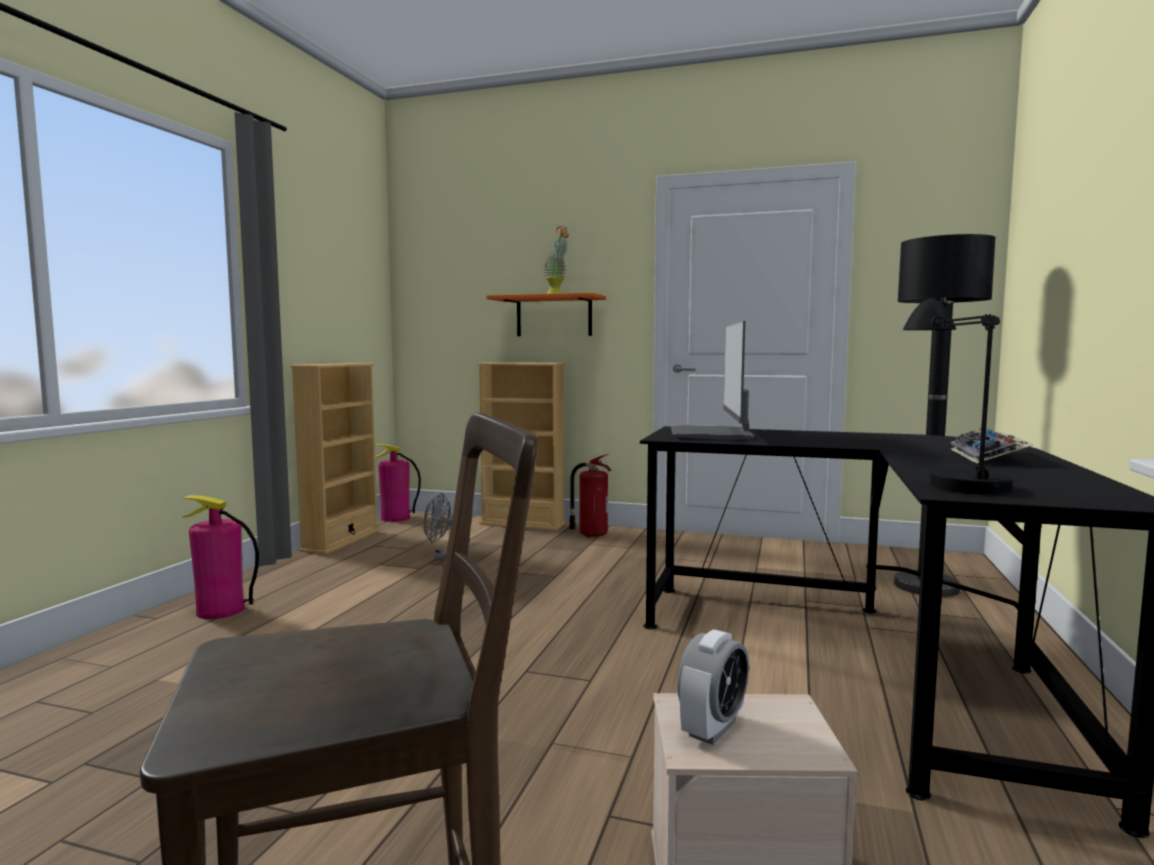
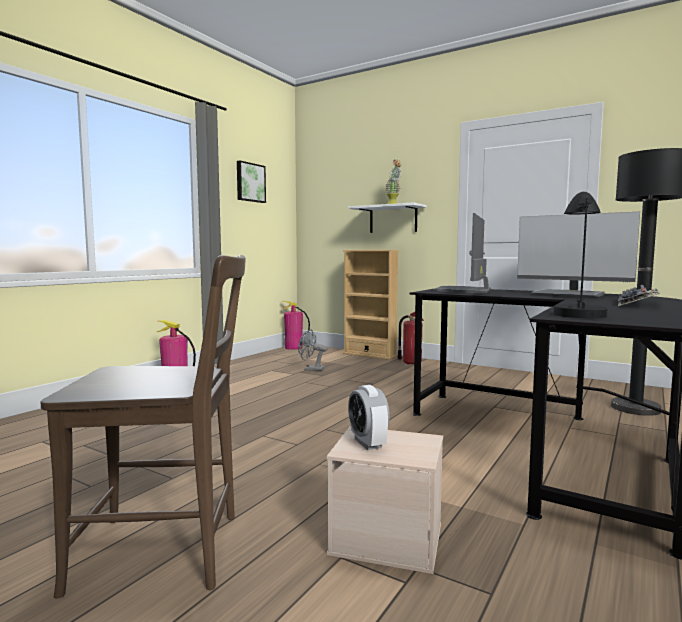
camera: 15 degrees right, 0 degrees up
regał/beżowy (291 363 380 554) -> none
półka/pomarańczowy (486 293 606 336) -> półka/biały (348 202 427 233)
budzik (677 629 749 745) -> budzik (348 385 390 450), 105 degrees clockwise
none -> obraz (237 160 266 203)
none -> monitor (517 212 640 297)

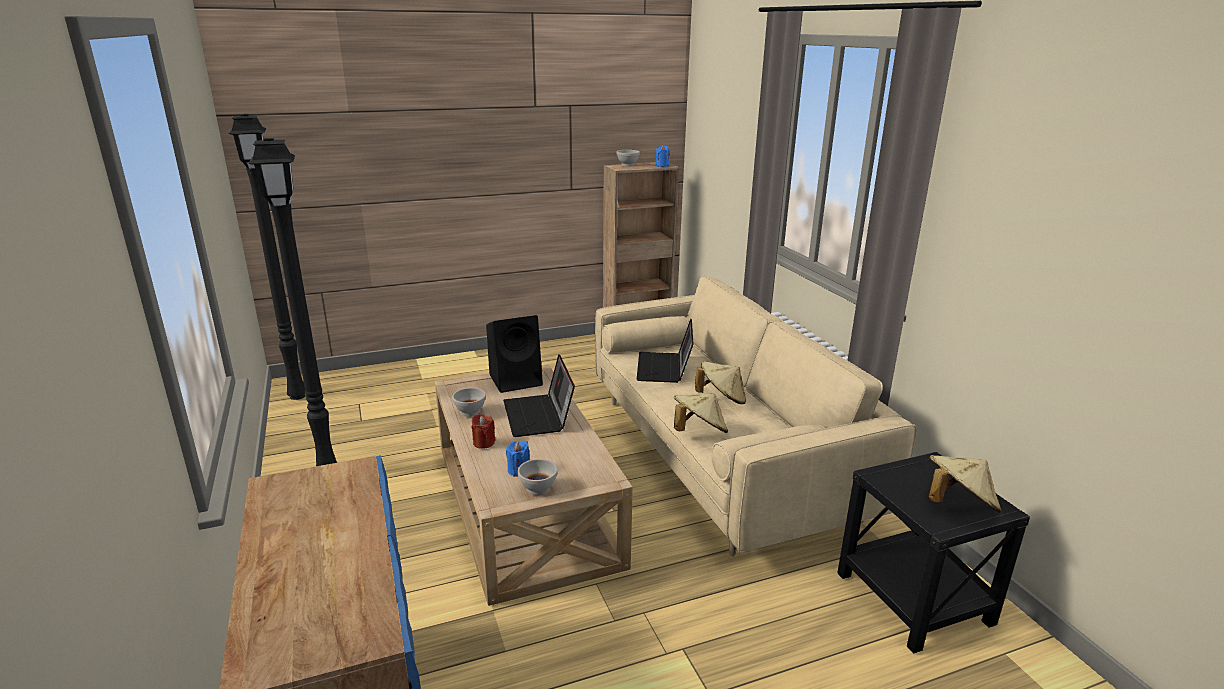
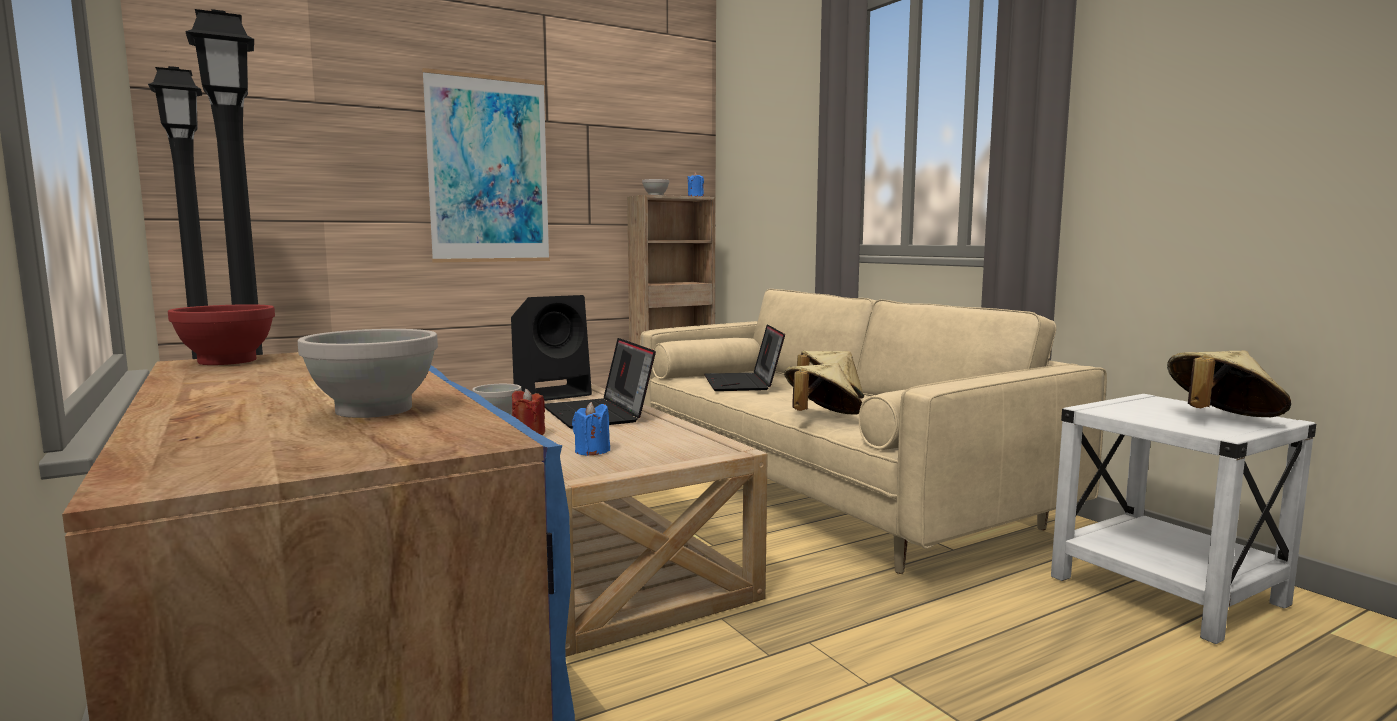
camera: 10 degrees left, 15 degrees down
miska/biały (518 459 558 495) -> miska/biały (298 329 438 418), move
stolik/czarny (837 452 1030 653) -> stolik/biały (1051 394 1316 644)
none -> miska/czerwony (168 304 275 365)
none -> obraz (422 68 550 263)

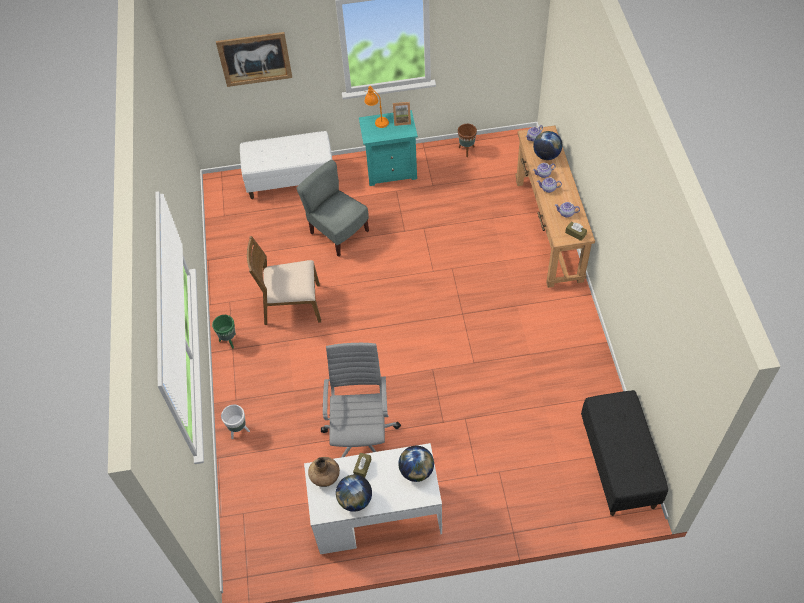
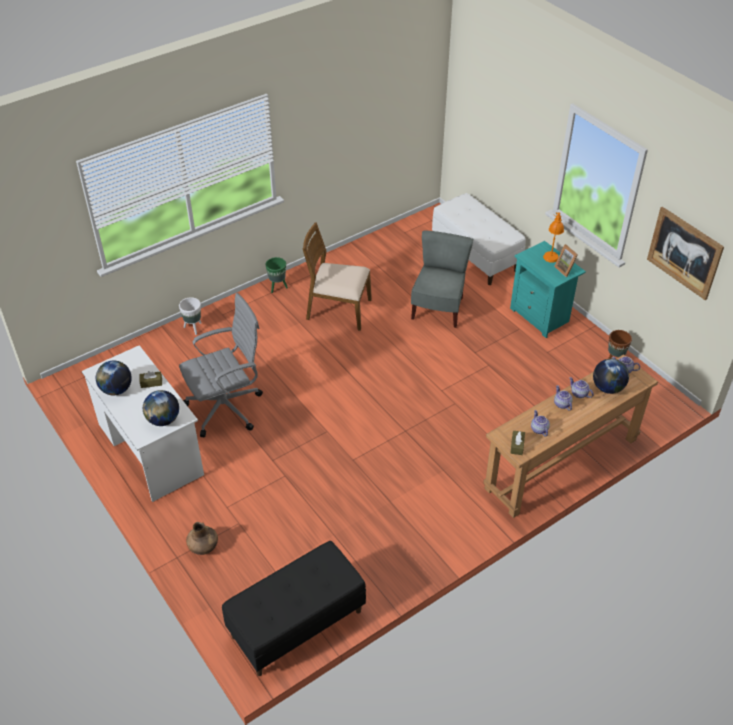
camera: 60 degrees right, 10 degrees down
obraz (216 32 292 87) -> obraz (647 207 724 300), move
krzesło/brązowy (247 236 321 325) -> krzesło/brązowy (303 222 372 331), 45 degrees counterclockwise
wazon/brązowy (308 457 340 487) -> wazon/brązowy (186 522 218 555), move

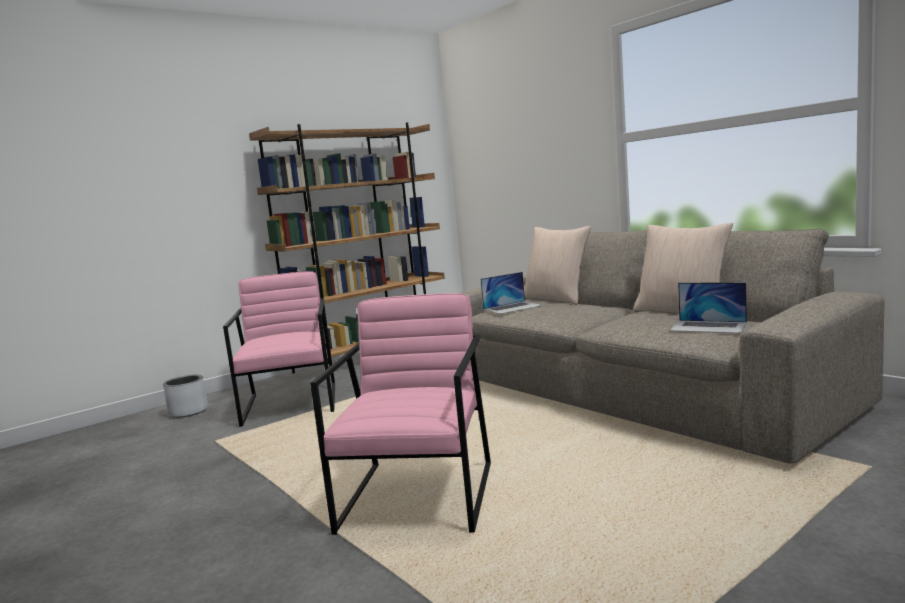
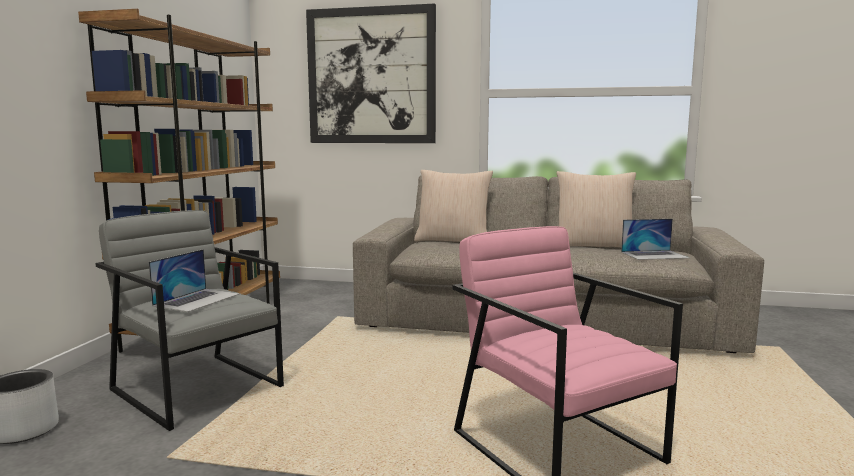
camera: 40 degrees left, 0 degrees up
fotel/różowy (223 271 335 427) -> fotel/szary (95 210 284 431)
laptop (481 272 543 314) -> laptop (149 249 240 312), move
none -> obraz (306 4 436 143)

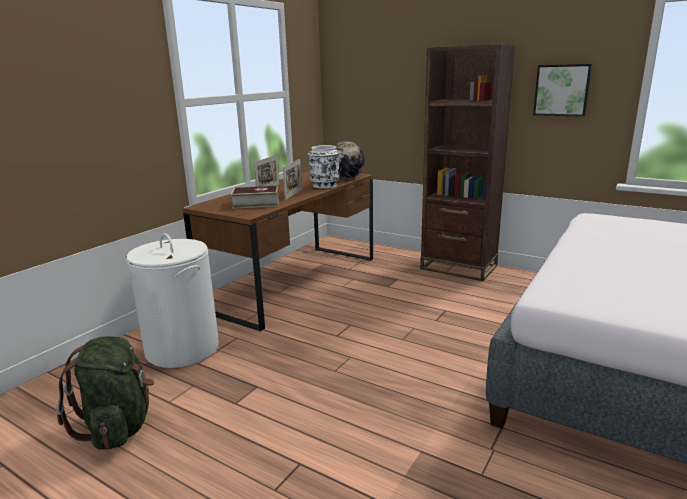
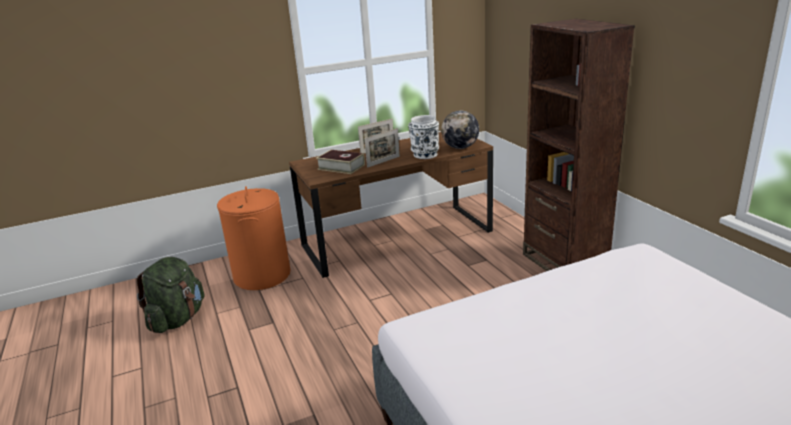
camera: 35 degrees right, 5 degrees up
kosz na pranie/biały (126 233 219 368) -> kosz na pranie/pomarańczowy (217 186 290 290)
obraz (533 64 592 117) -> none

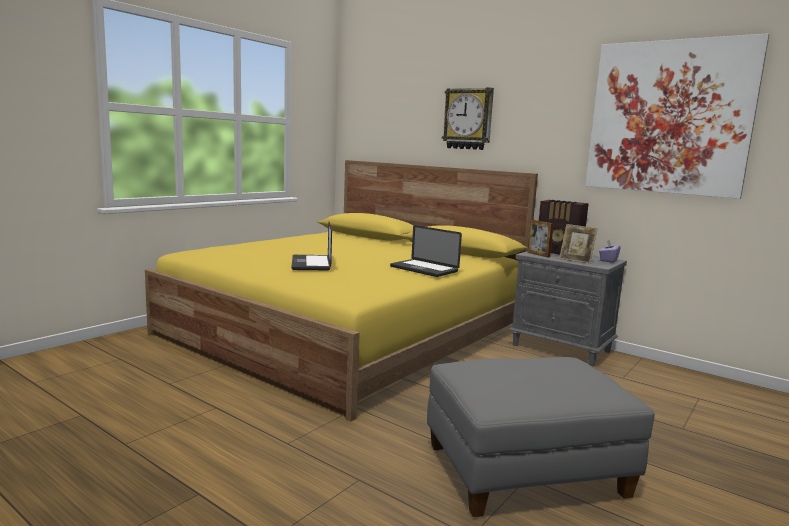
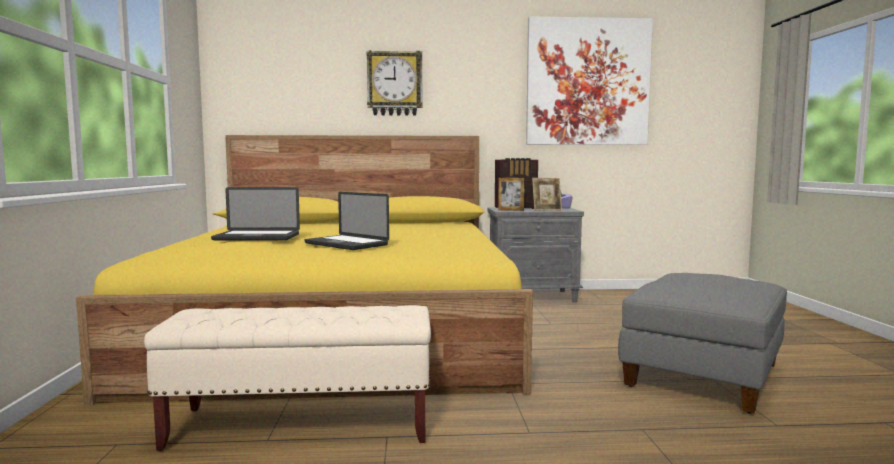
camera: 40 degrees left, 5 degrees down
laptop (390 225 462 277) -> laptop (211 187 300 240), move
none -> ławka/beżowy (144 305 431 451)

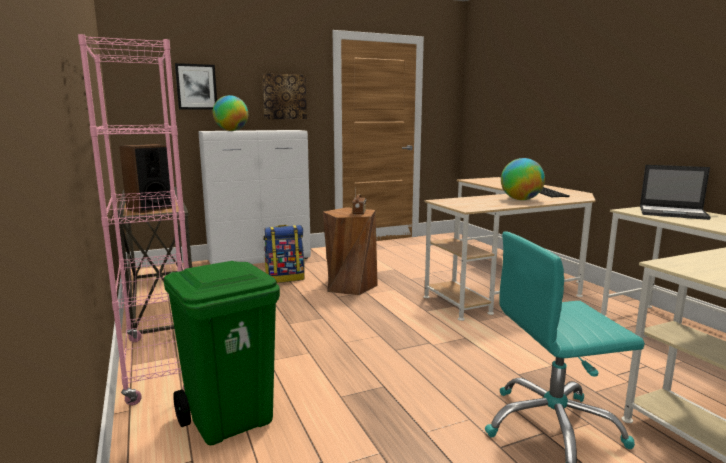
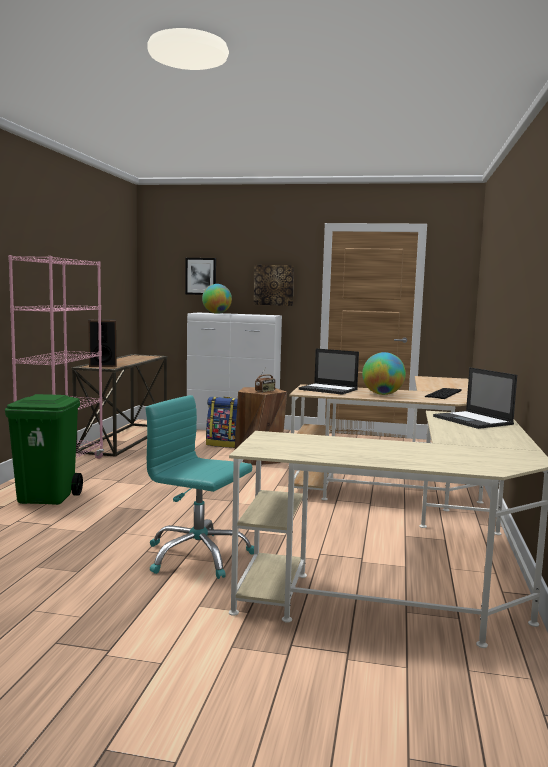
camera: 35 degrees right, 5 degrees down
none -> laptop (299 348 359 395)

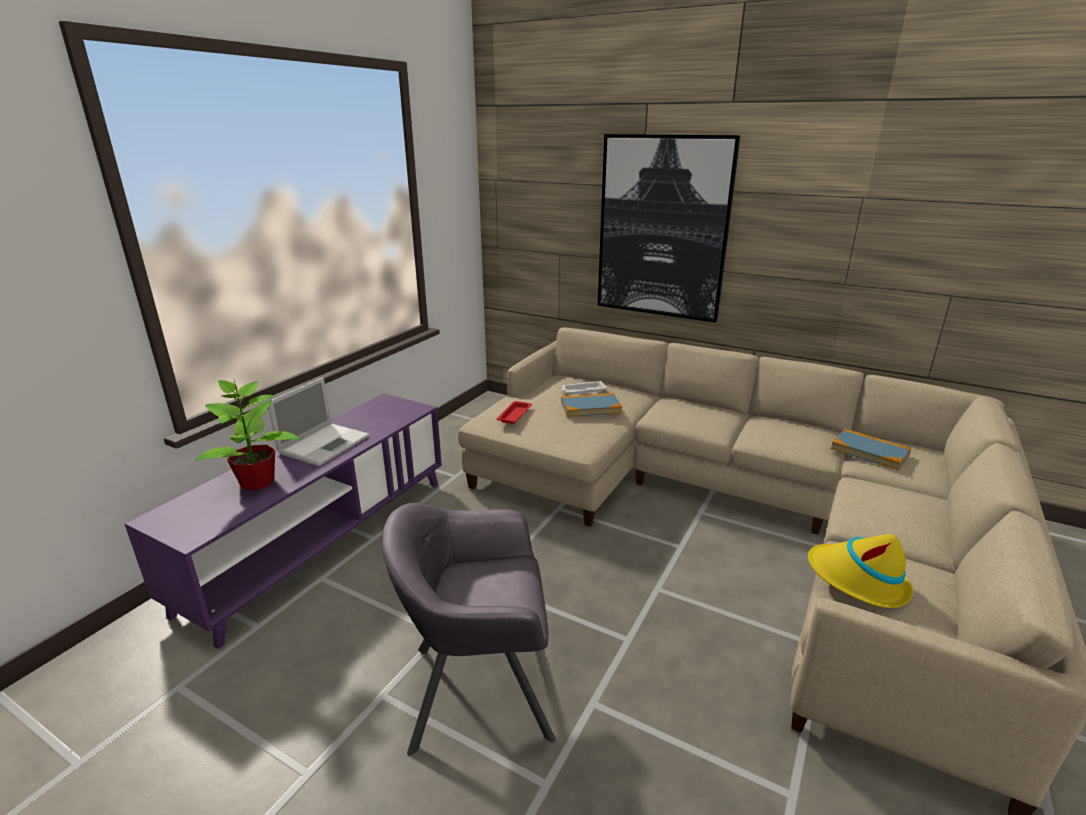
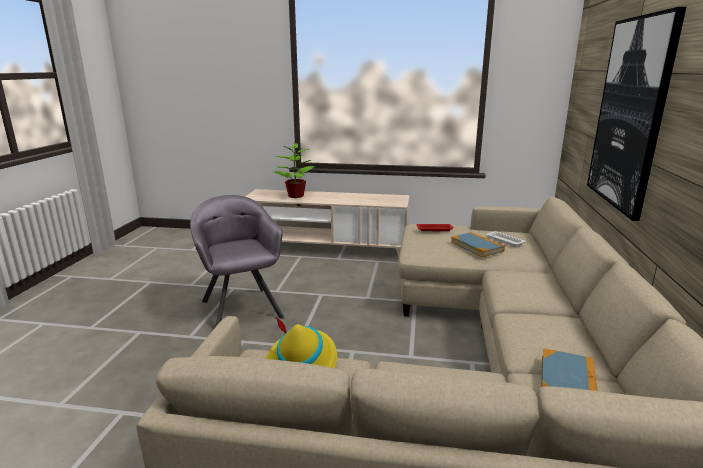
camera: 70 degrees right, 5 degrees down
szafka pod telewizor/fioletowy (125 393 442 649) -> szafka pod telewizor/beżowy (245 189 409 257)
laptop (268 377 370 466) -> none

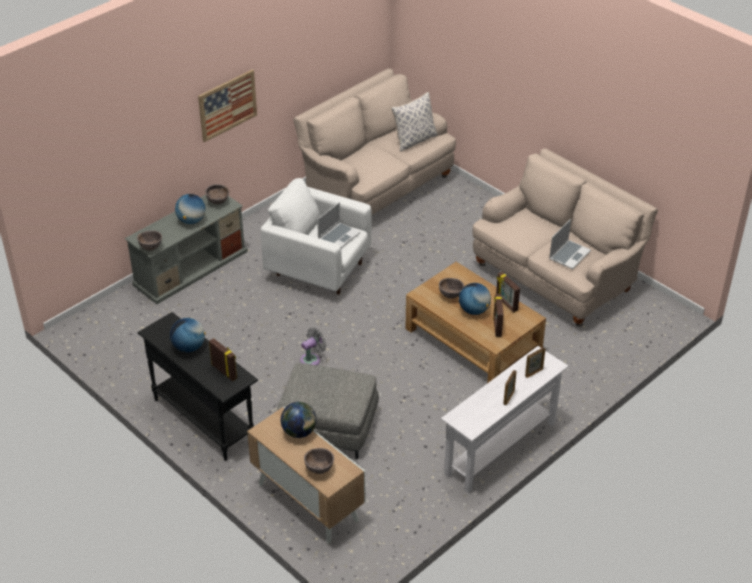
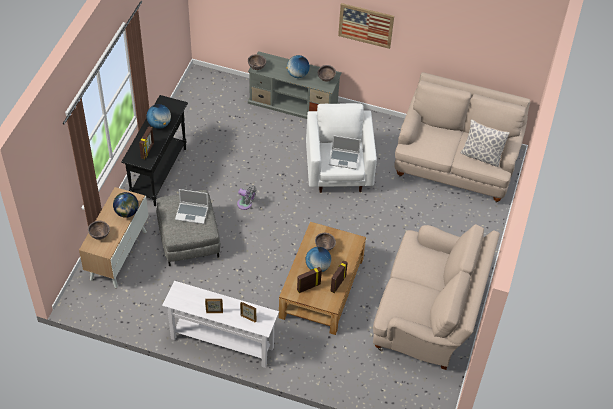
camera: 60 degrees right, 10 degrees up
laptop (549 219 591 269) -> laptop (175 189 208 224), move

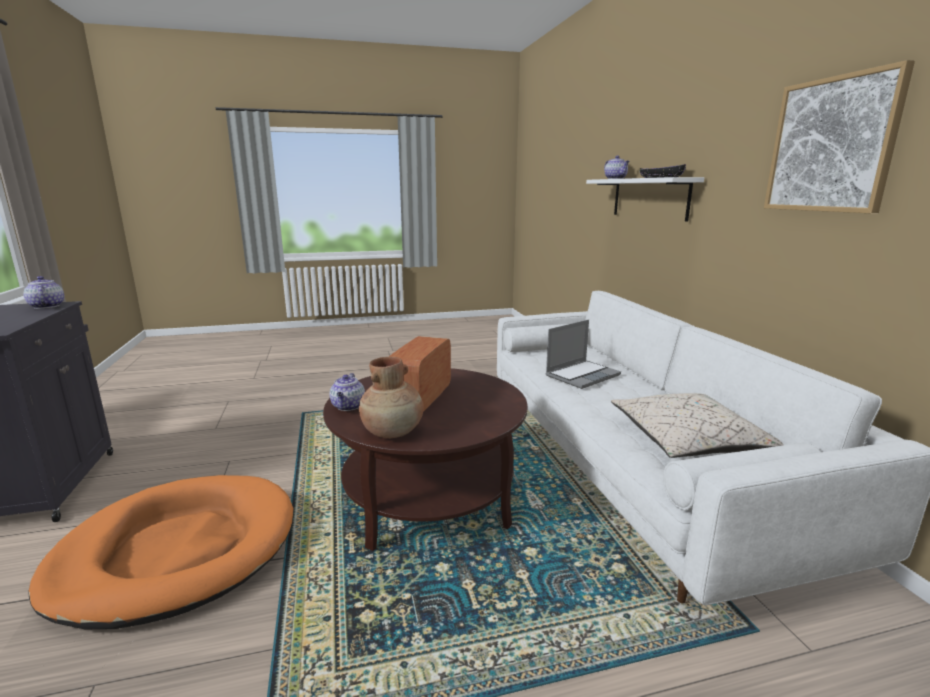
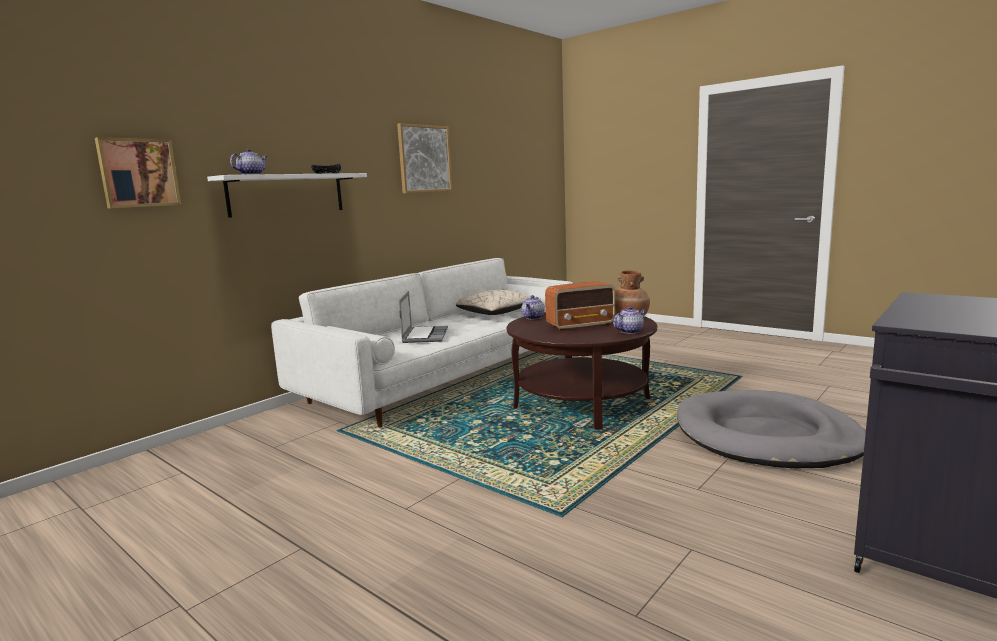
camera: 125 degrees left, 5 degrees down
imbryk (24 276 64 309) -> imbryk (521 295 545 319), move
legowisko/pomarańczowy (28 475 293 630) -> legowisko/szary (677 390 866 468)
laptop (546 320 621 389) -> laptop (399 291 448 343), 75 degrees clockwise
none -> obraz (95 137 181 208)

